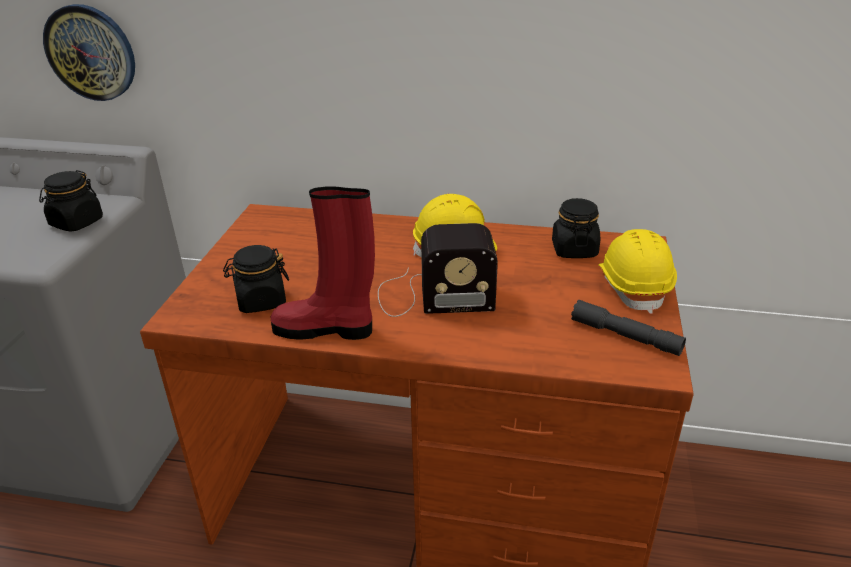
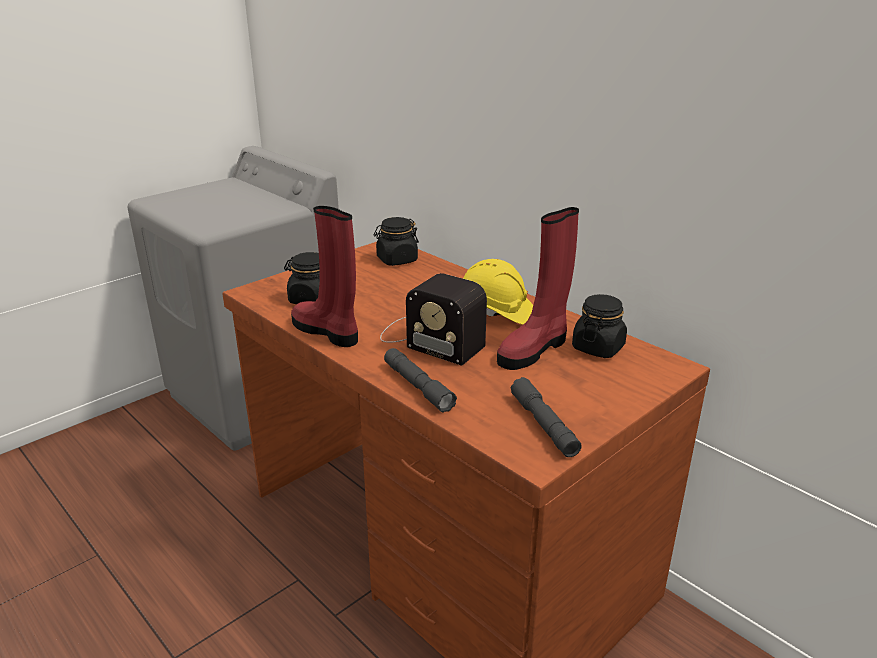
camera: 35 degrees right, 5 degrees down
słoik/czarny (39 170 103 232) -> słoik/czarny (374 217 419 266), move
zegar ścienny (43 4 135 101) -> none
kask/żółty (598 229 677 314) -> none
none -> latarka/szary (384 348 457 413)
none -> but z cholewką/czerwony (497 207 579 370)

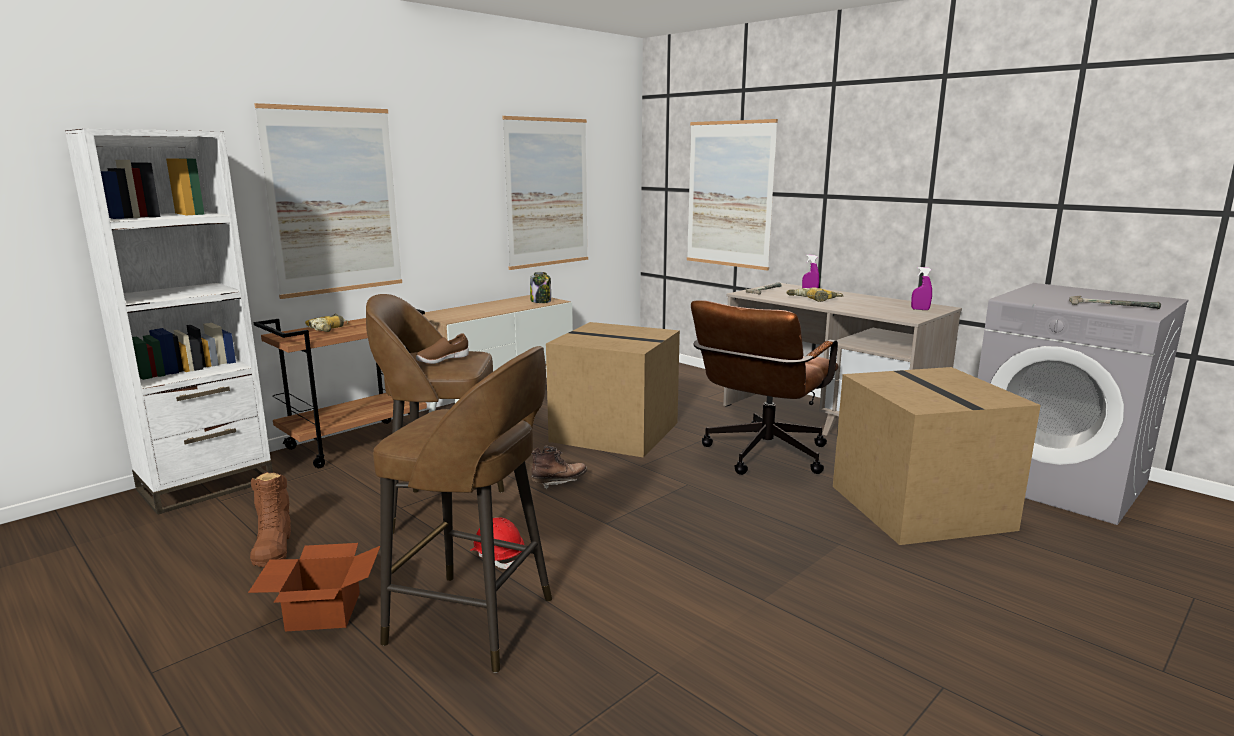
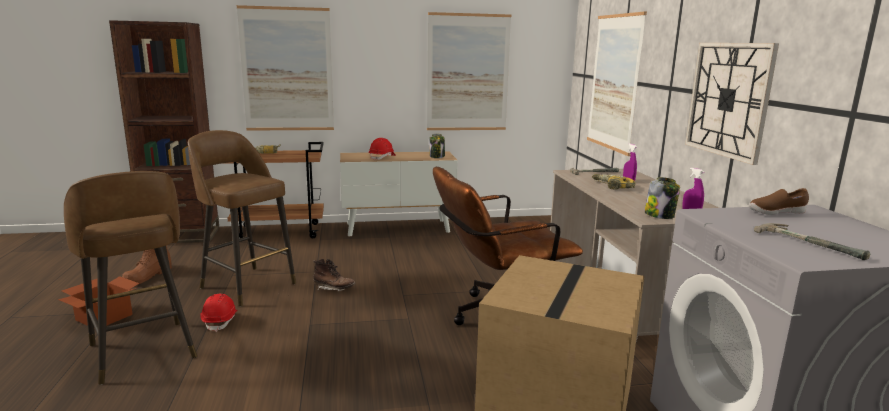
camera: 35 degrees right, 0 degrees up
regał/biały (65 129 273 515) -> regał/brązowy (109 20 219 243)
but/brązowy (416 333 469 364) -> but/brązowy (749 188 809 215), move
karton (546 322 680 458) -> none
none -> kask/czerwony (369 138 396 161)
none -> słoik (644 177 680 219)
none -> zegar ścienny (685 43 779 165)

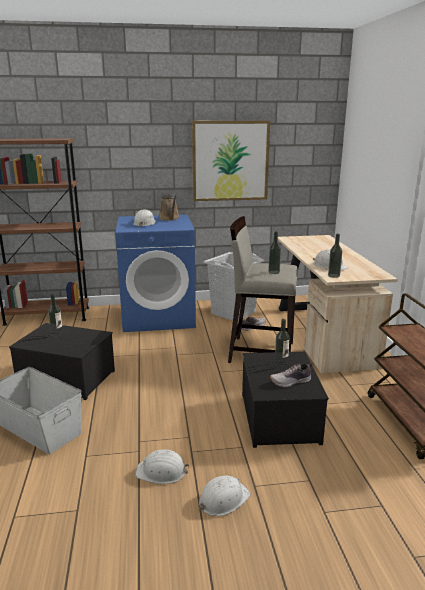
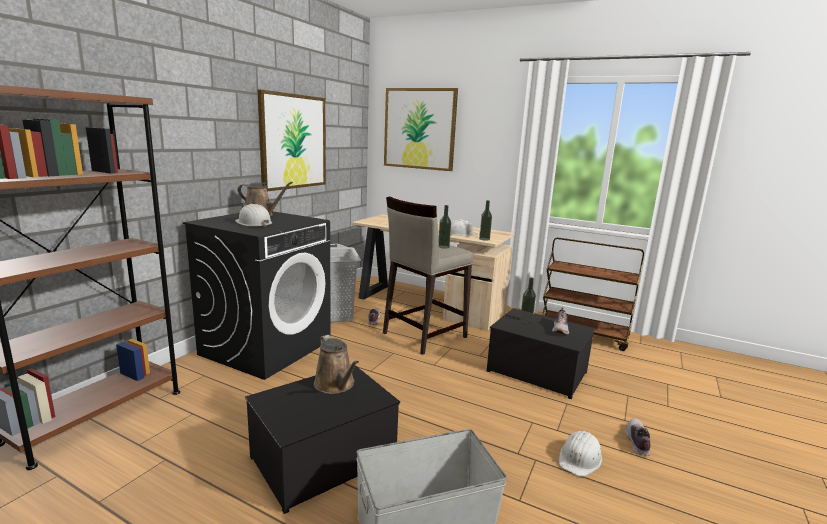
camera: 55 degrees left, 5 degrees down
butelka (48 294 63 337) -> none
pralka/niebieski (116 215 196 332) -> pralka/czarny (183 211 331 380)
kask/biały (199 475 251 516) -> but (625 418 651 456)
none -> konewka/brązowy (314 335 359 394)
none -> obraz (384 88 458 171)

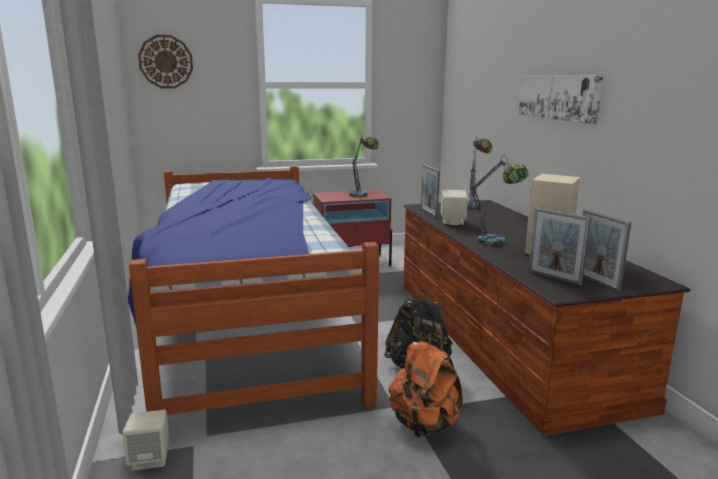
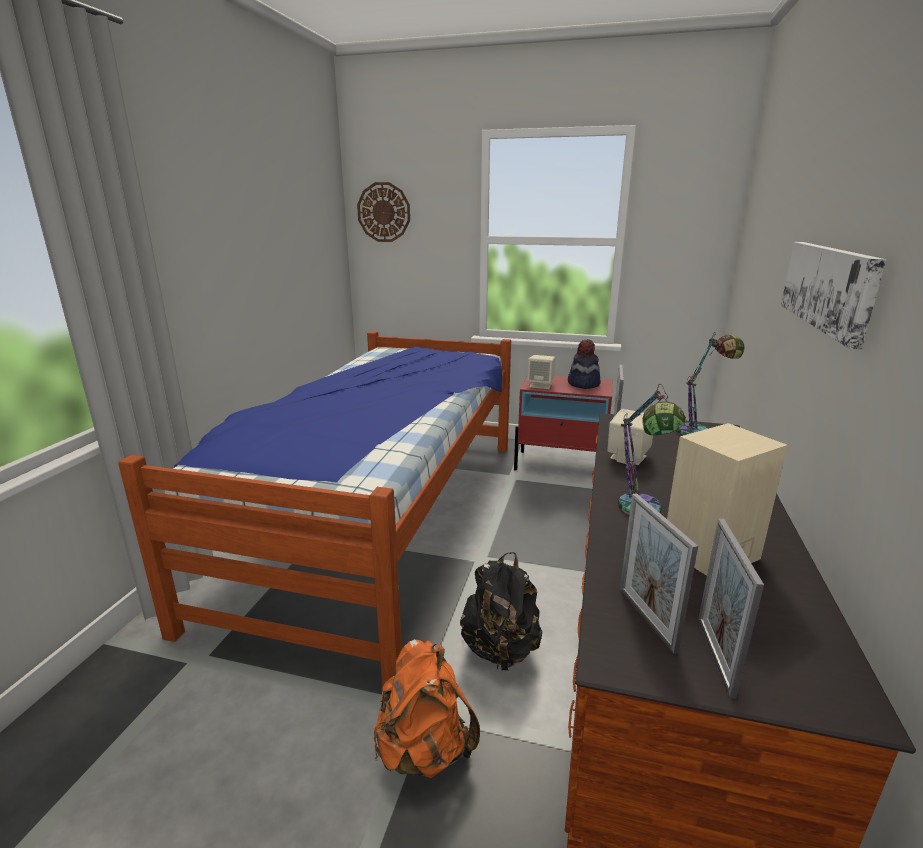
camera: 30 degrees right, 5 degrees up
głośnik/beżowy (122 409 169 471) -> głośnik/beżowy (527 355 555 389), move
lampa stołowa (349 135 379 197) -> kapelusz (568 339 601 389)

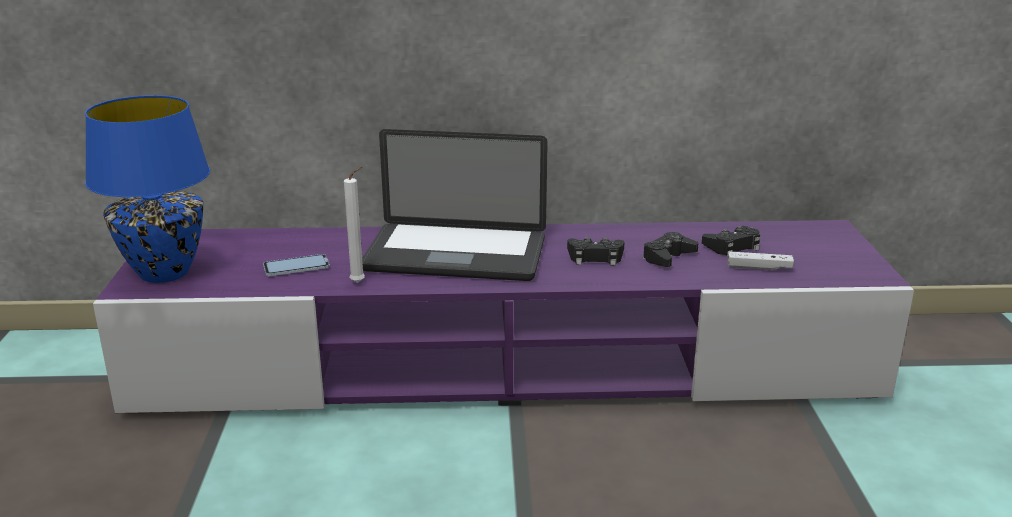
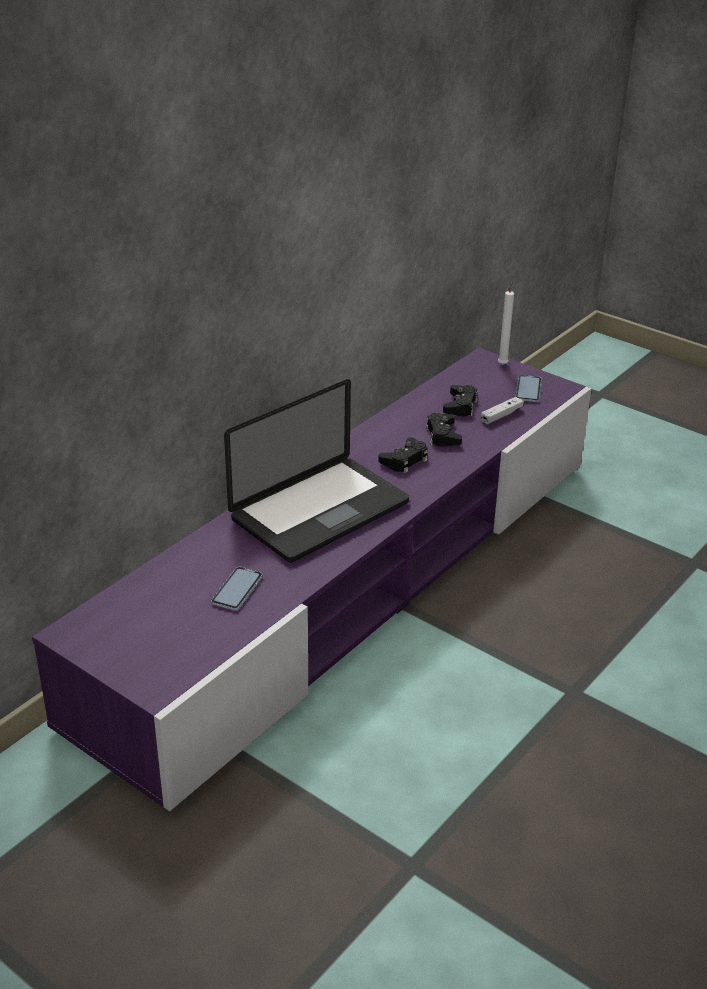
camera: 50 degrees left, 10 degrees up
lampa stołowa/niebieski (85 95 210 283) -> none
świeca/biały (344 166 365 283) -> świeca/biały (498 281 514 365), move
none -> telefon (515 375 542 402)

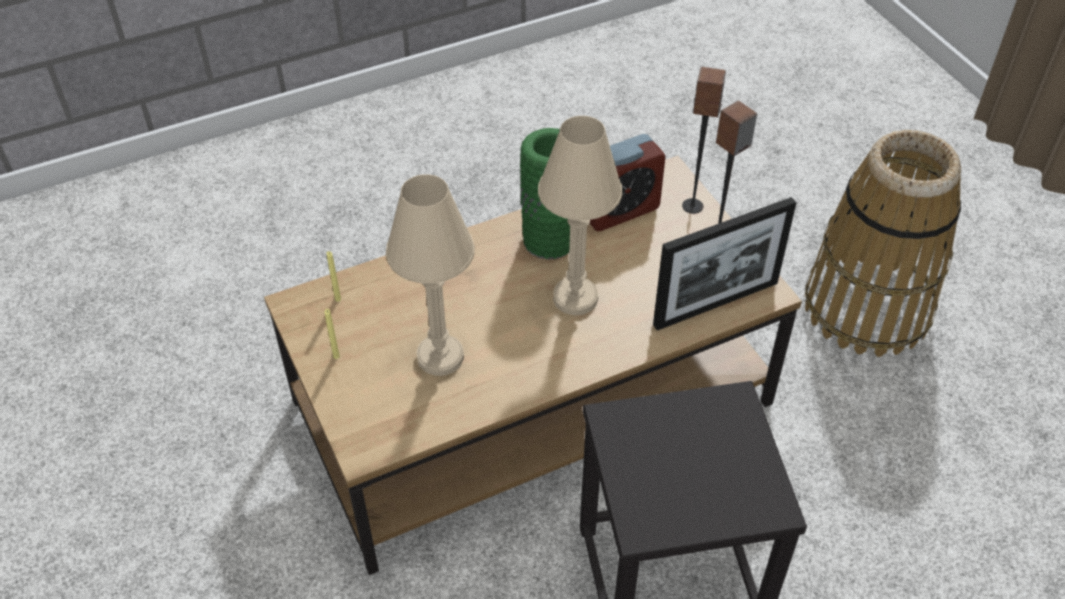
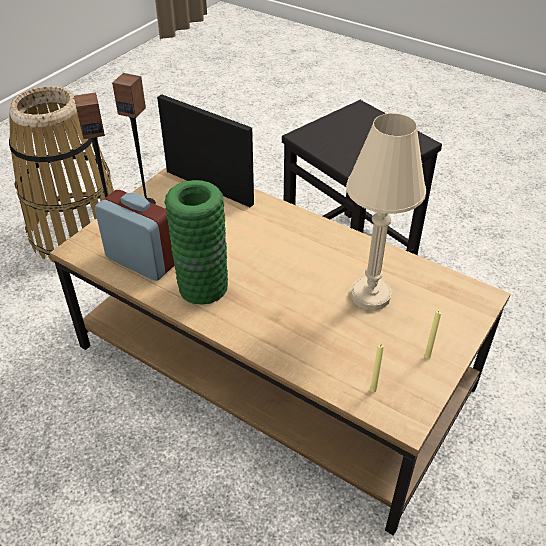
camera: 120 degrees left, 5 degrees down
lampa stołowa/beżowy (538 116 622 316) -> none

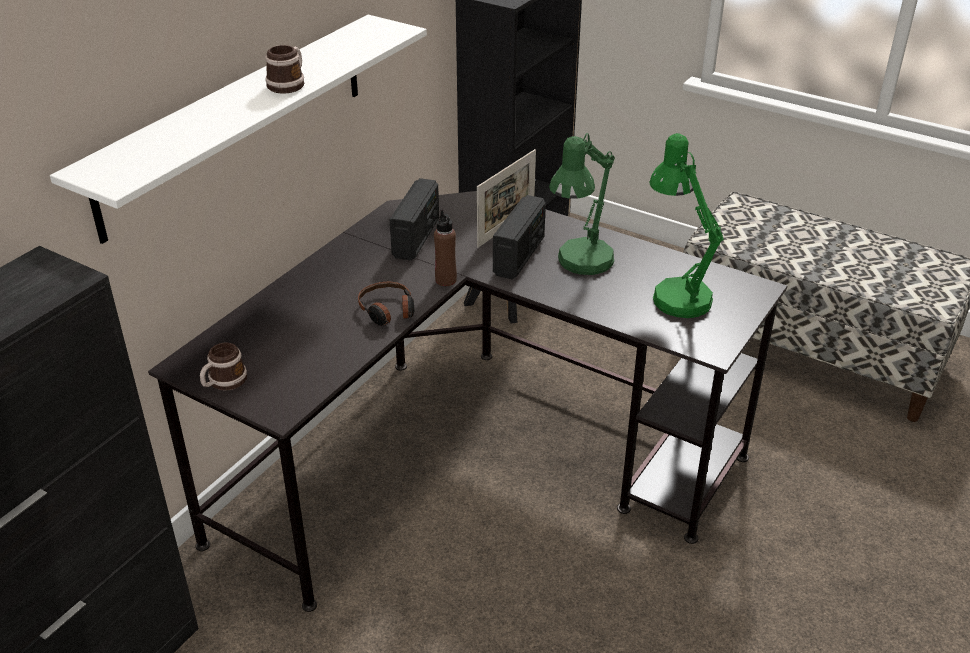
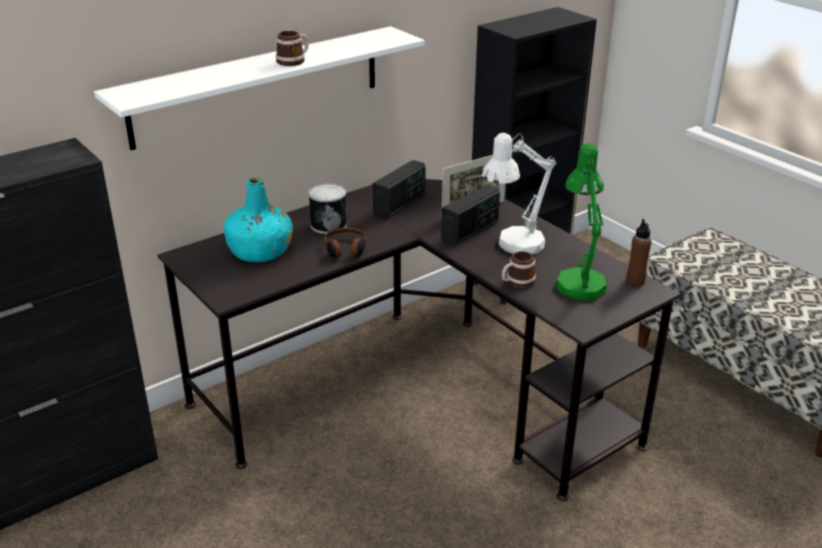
camera: 20 degrees right, 5 degrees down
kubek (200 342 247 391) -> kubek (502 251 536 288), move
butelka/brązowy (434 209 457 286) -> butelka/brązowy (626 219 652 286), move
lampa stołowa/zielony (549 133 615 275) -> lampa stołowa/biały (482 133 556 255)
none -> butelka/turkusowy (224 178 293 262)
none -> puszka (308 183 347 234)

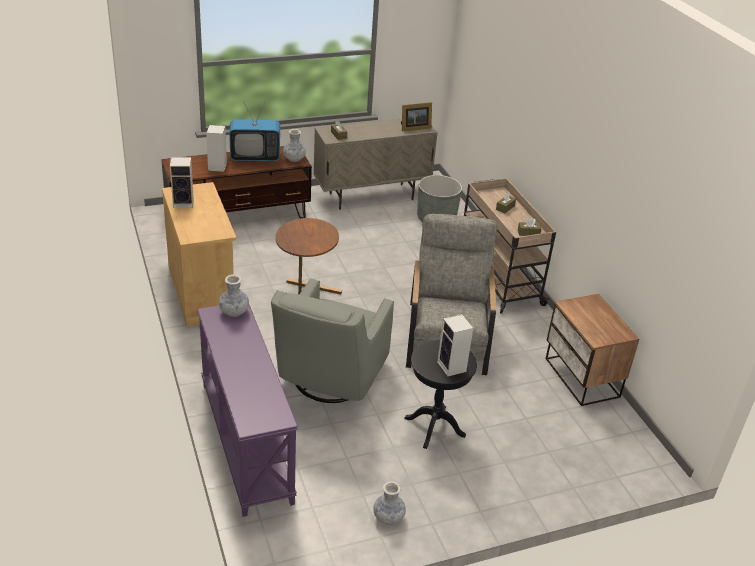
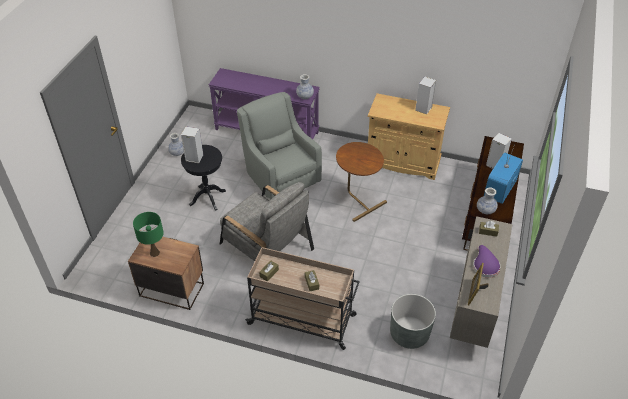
camera: 130 degrees right, 10 degrees up
none -> lampa stołowa/zielony (133 212 164 257)
none -> kapelusz/fioletowy (473 245 500 278)

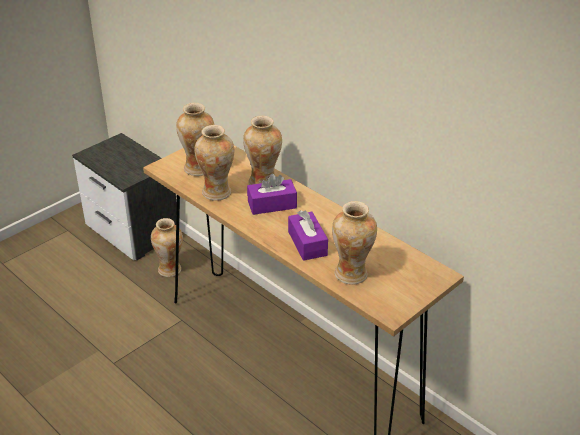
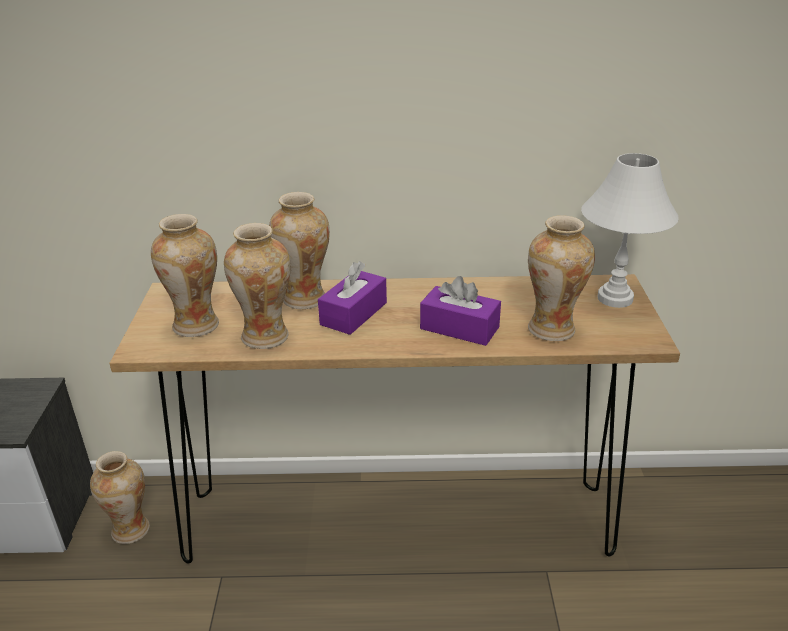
camera: 45 degrees left, 5 degrees down
none -> lampa stołowa/biały (581 153 679 308)

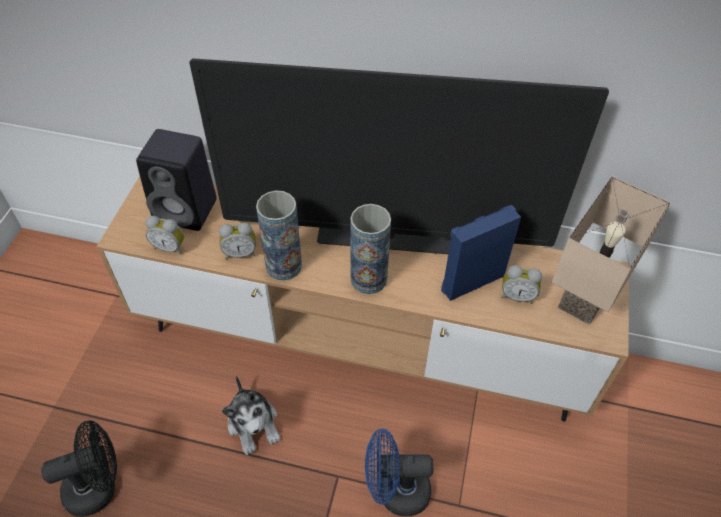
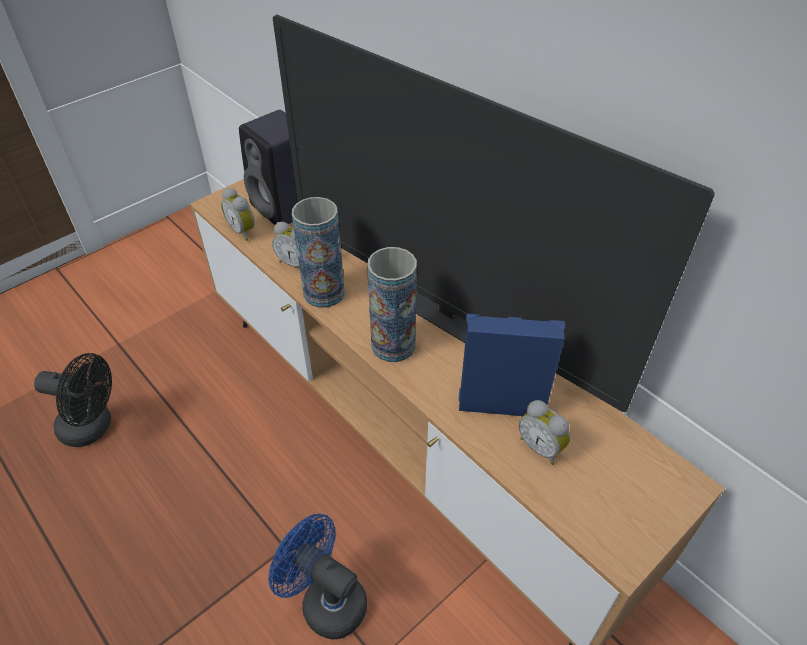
camera: 35 degrees right, 5 degrees down
pluszak (222 375 280 455) -> none
lampa stołowa/beżowy (552 176 671 325) -> none

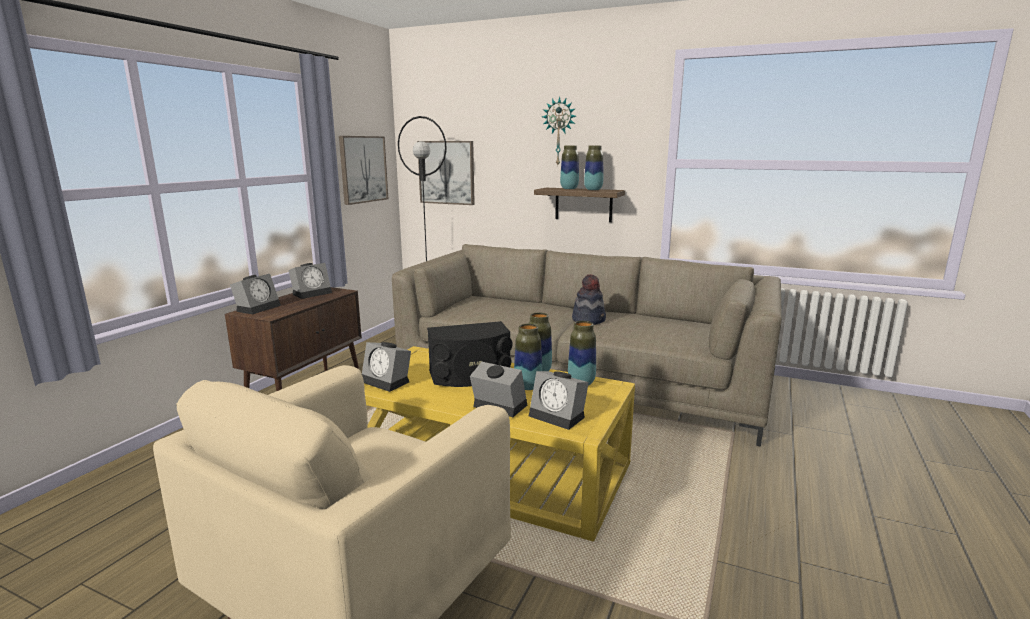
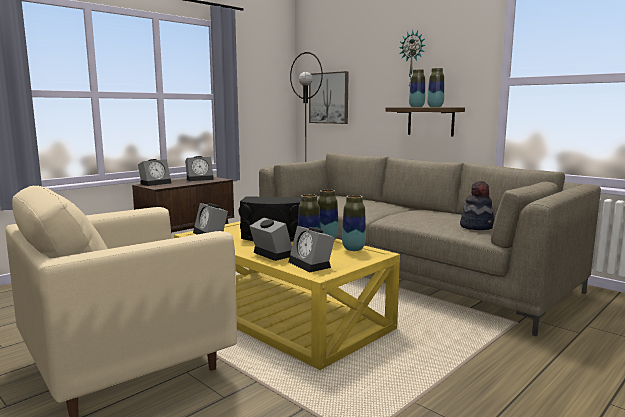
camera: 20 degrees right, 5 degrees down
obraz (339 136 388 205) -> none
kapelusz (572 274 606 325) -> kapelusz (460 181 495 230), move

